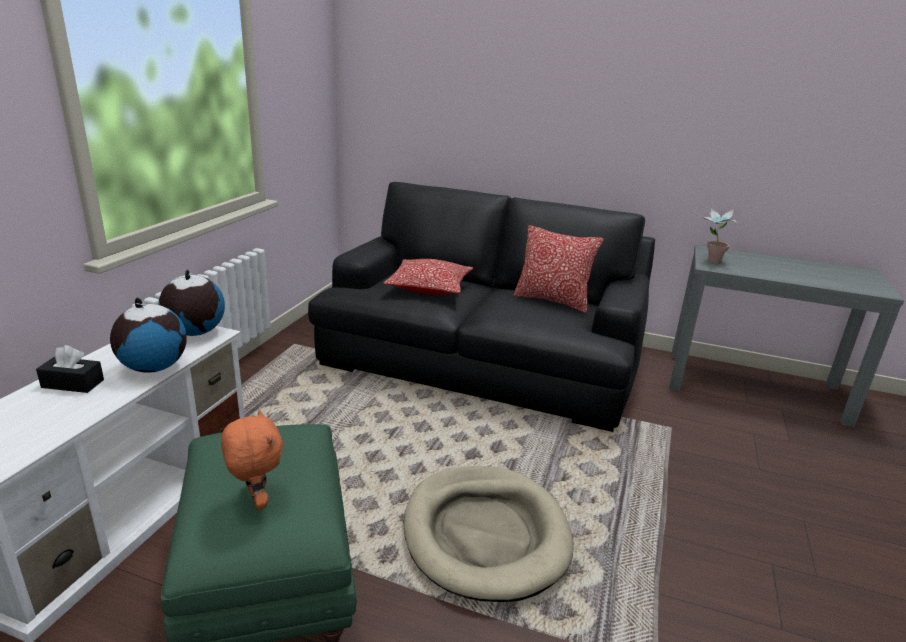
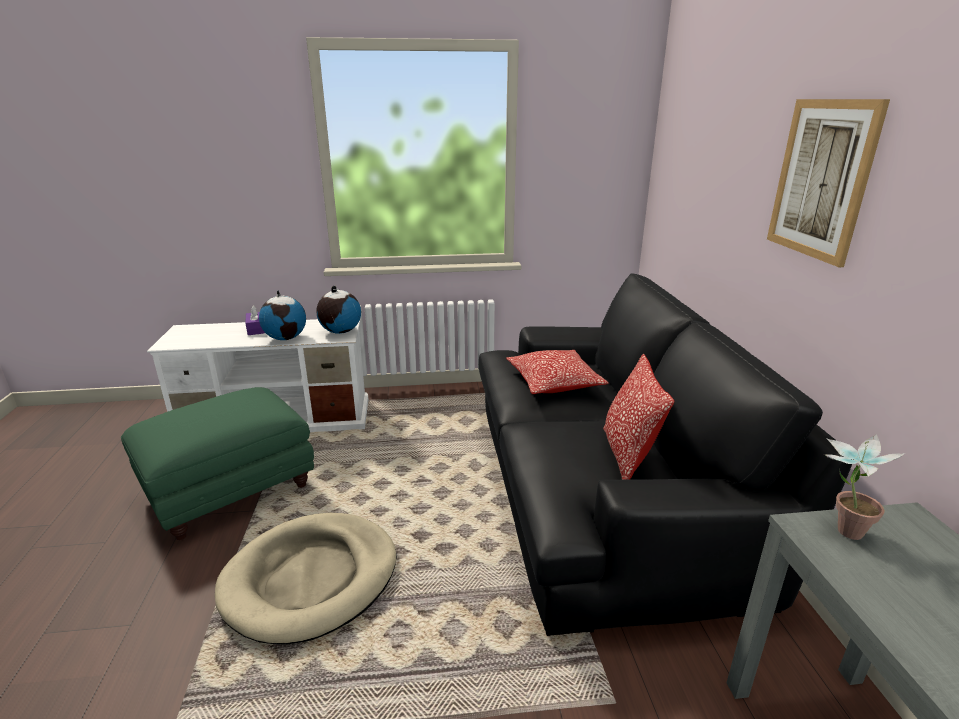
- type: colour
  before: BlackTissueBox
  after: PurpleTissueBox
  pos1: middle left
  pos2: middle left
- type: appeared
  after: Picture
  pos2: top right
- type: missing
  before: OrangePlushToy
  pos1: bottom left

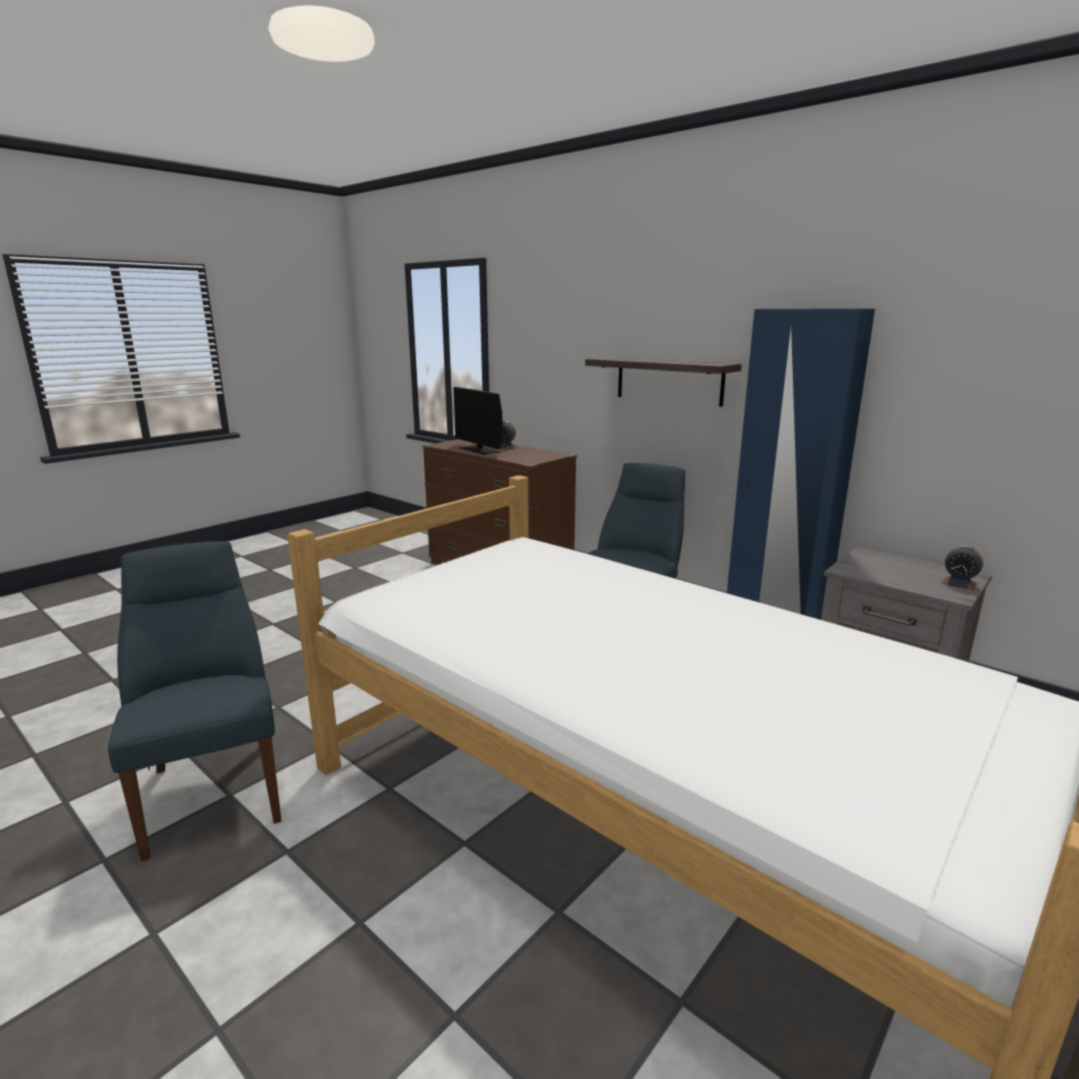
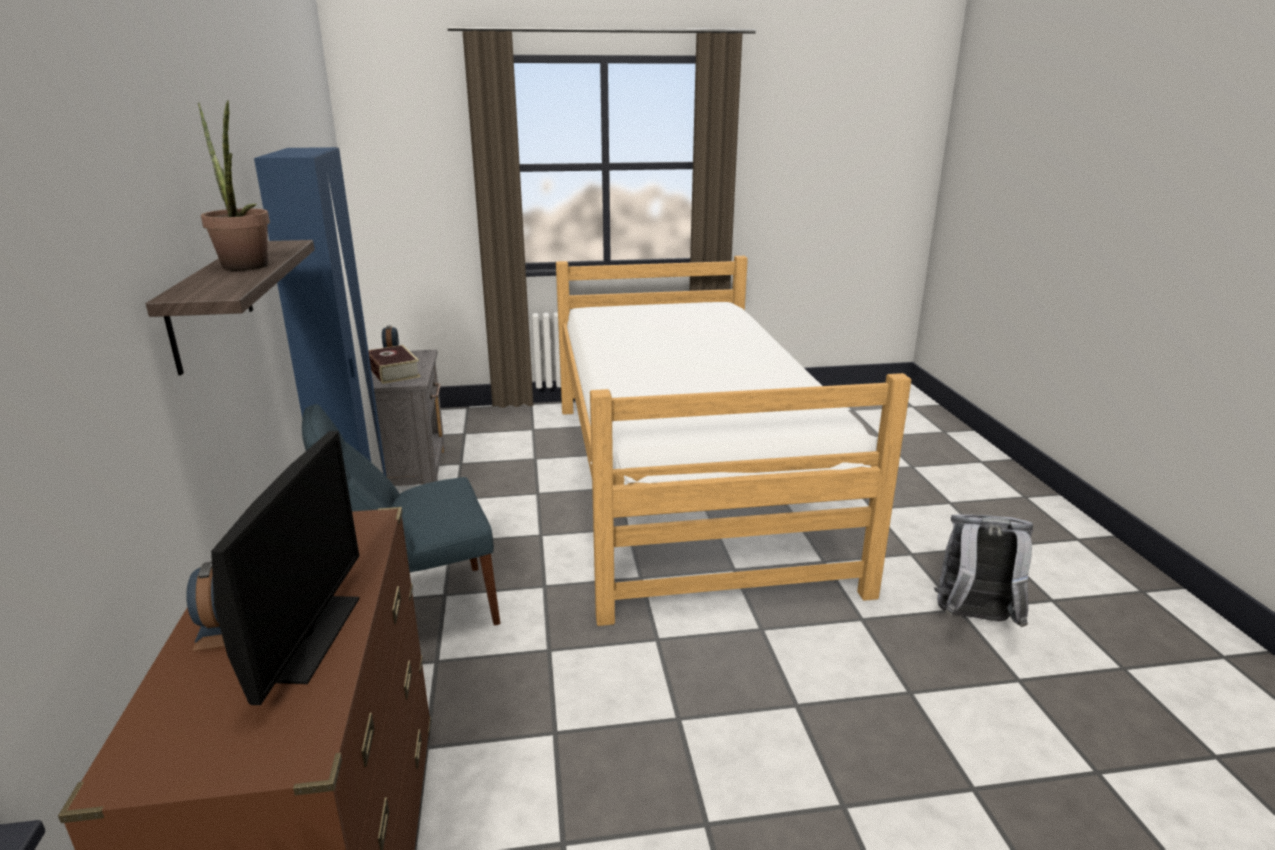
- type: appeared
  after: PottedPlant
  pos2: top left
- type: appeared
  after: Book
  pos2: middle left
- type: exchanged
  before: BlueChair (no. 1 from left)
  after: GreyBackpack
  pos1: middle left
  pos2: bottom right

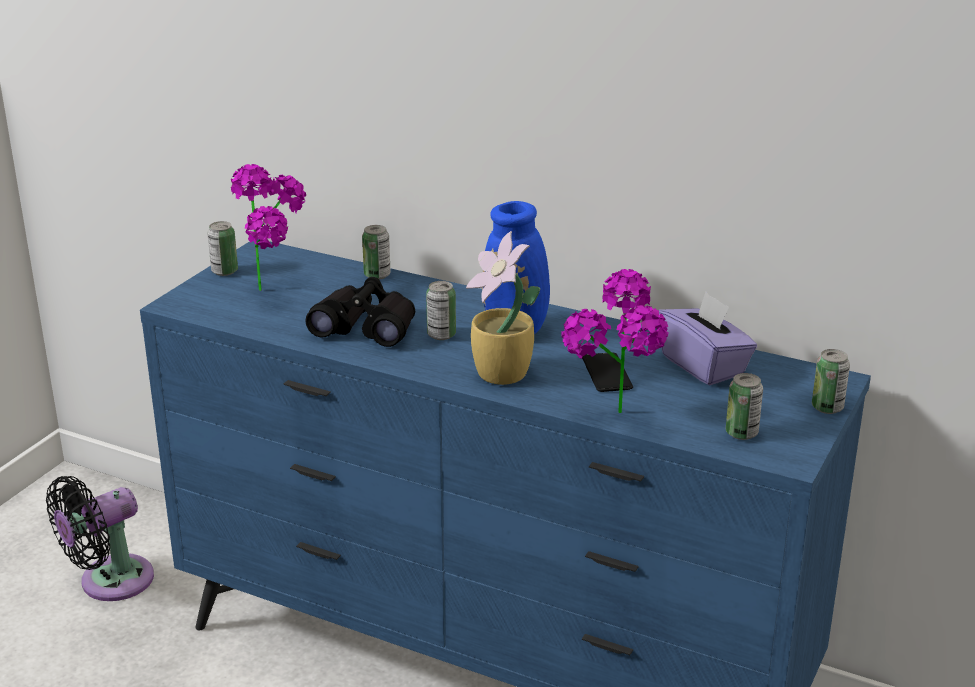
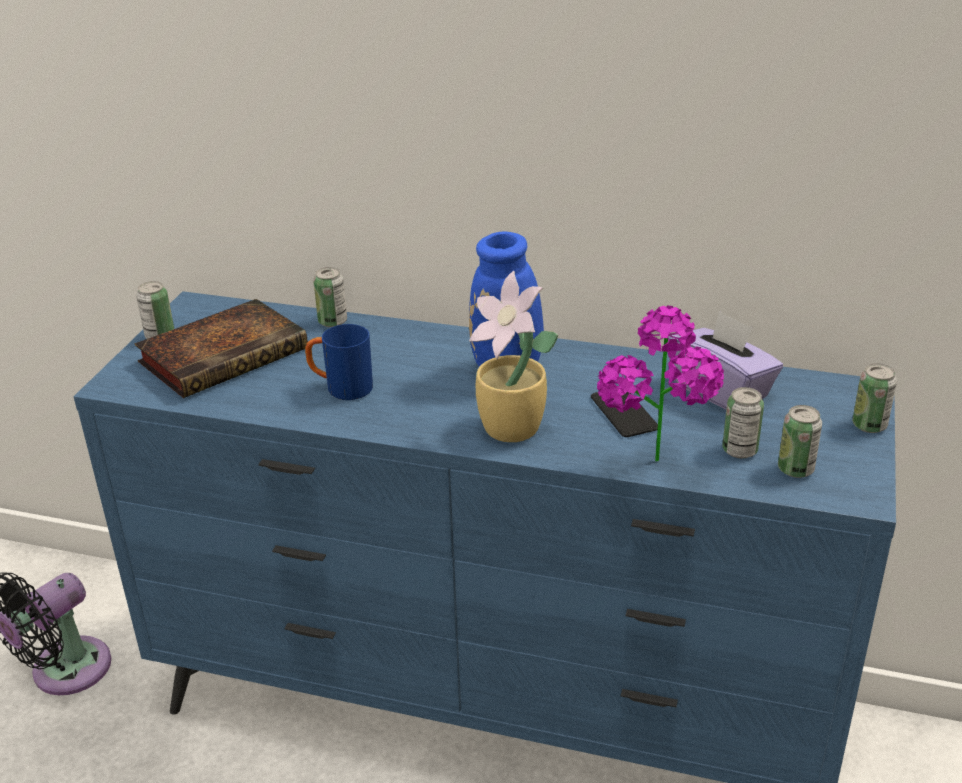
- type: exchanged
  before: PottedPlant (no. 1 from left)
  after: Book
  pos1: top left
  pos2: middle left
- type: exchanged
  before: BlackBinoculars
  after: BlueMug
  pos1: centre
  pos2: centre
- type: relocated
  before: Can (no. 3 from left)
  pos1: centre
  pos2: middle right

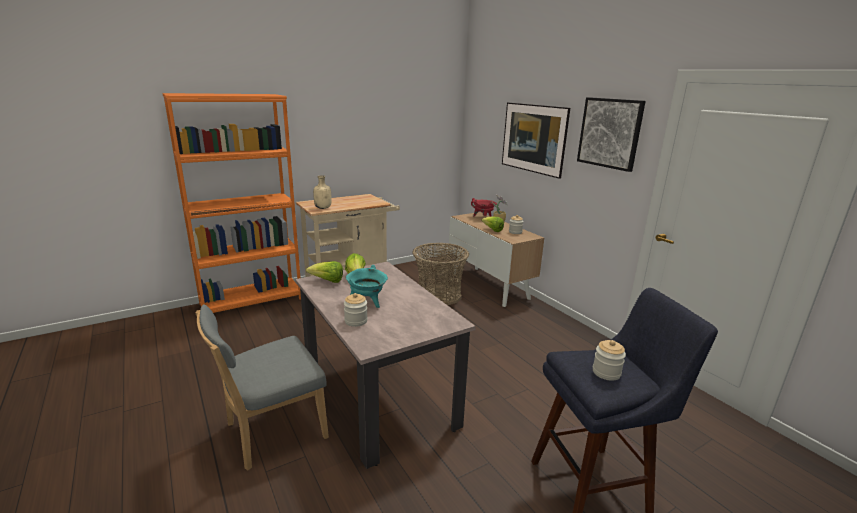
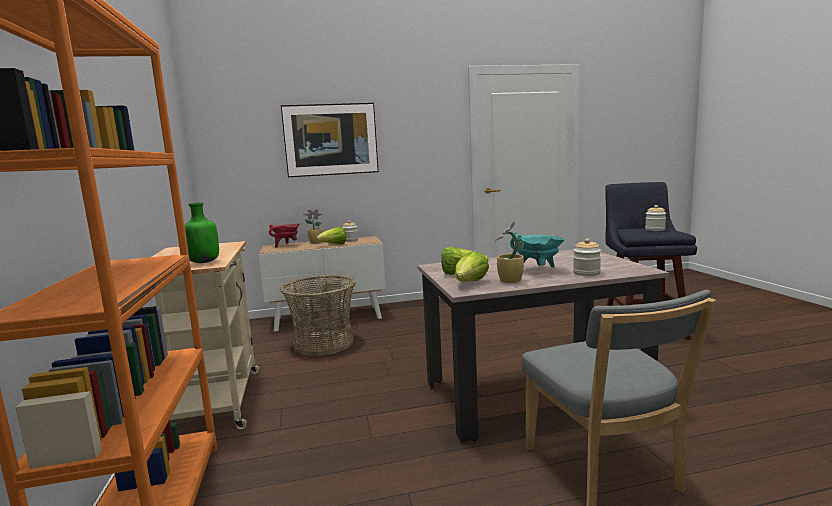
- type: colour
  before: BeigeBottle
  after: GreenBottle
  pos1: centre
  pos2: middle left
- type: appeared
  after: PottedPlant (no. 2 from left)
  pos2: centre
- type: missing
  before: Picture (no. 2 from left)
  pos1: top right

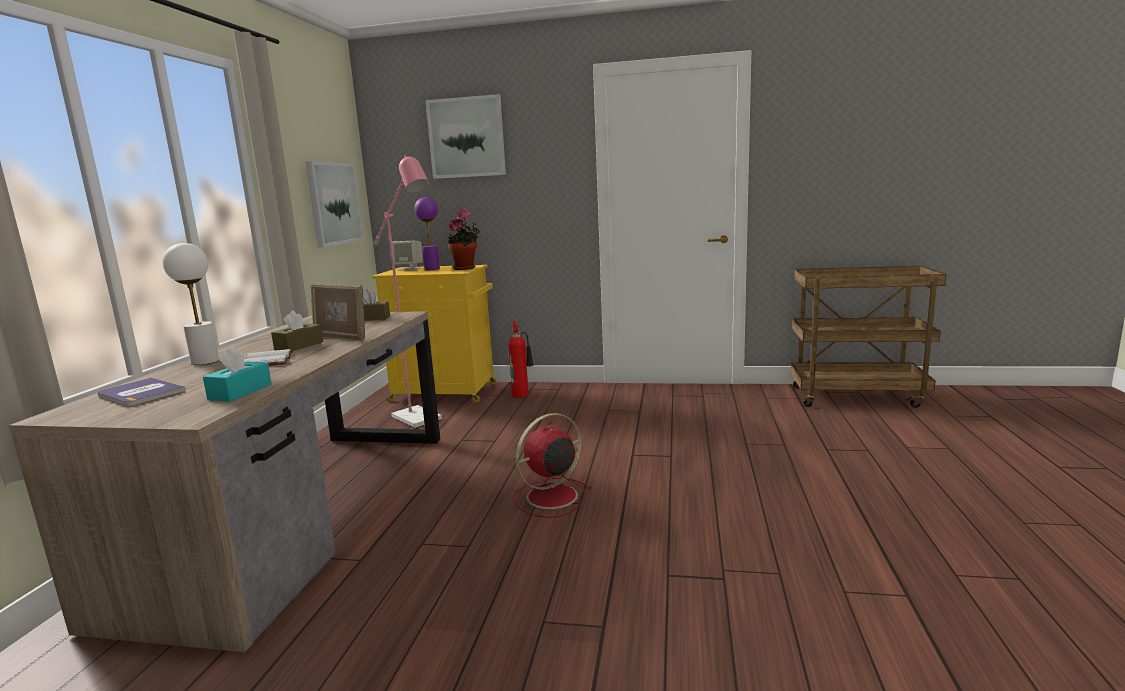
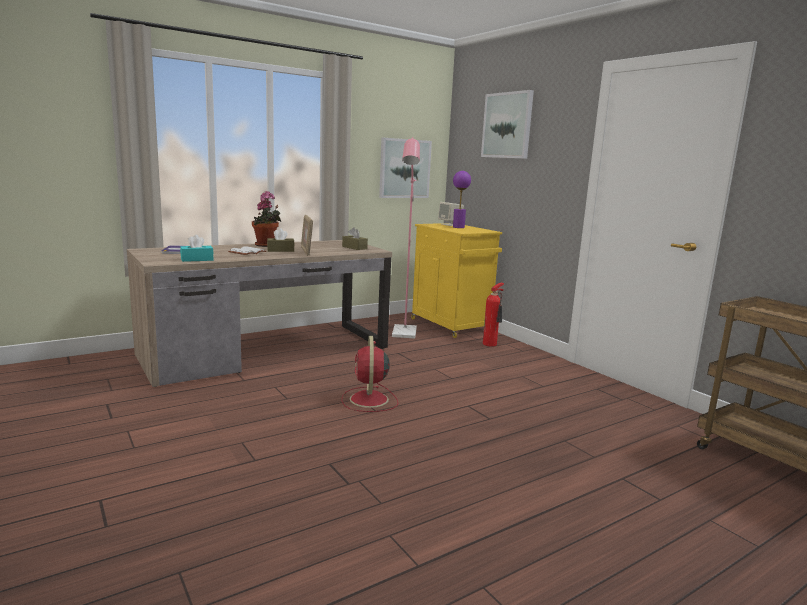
- type: relocated
  before: PottedPlant
  pos1: centre
  pos2: middle left
- type: spun
  before: RedFan
  pos1: bottom centre
  pos2: centre
  turn: -105
- type: missing
  before: WhiteTableLamp
  pos1: middle left

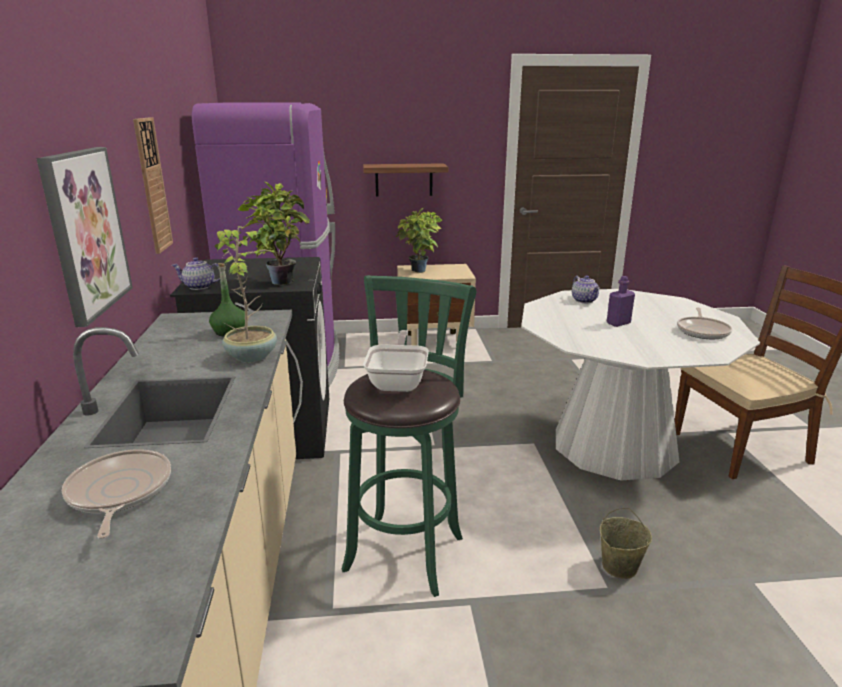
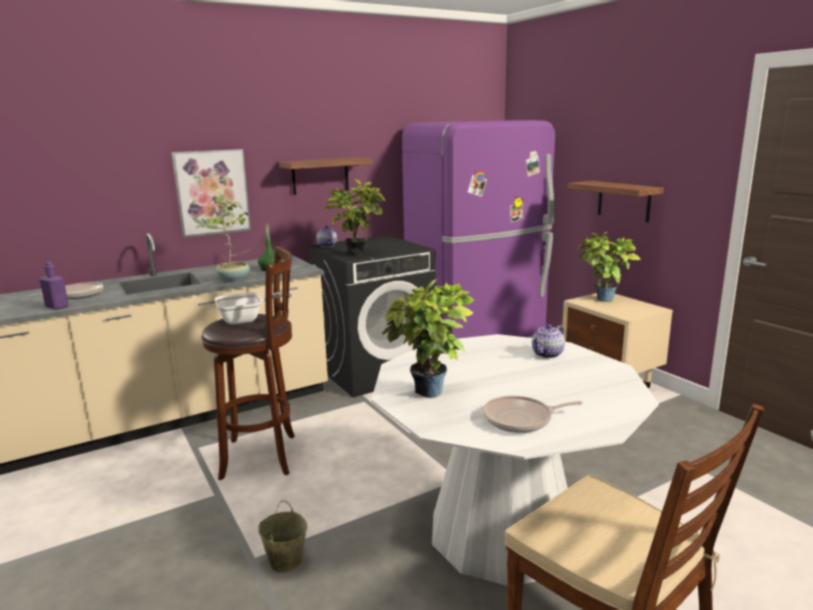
- type: relocated
  before: PurpleBottle
  pos1: middle right
  pos2: middle left
- type: colour
  before: GreenStool
  after: BrownStool
  pos1: centre
  pos2: middle left
- type: exchanged
  before: WallClock
  after: Shelf (no. 1 from left)
  pos1: top left
  pos2: top centre
- type: appeared
  after: PottedPlant (no. 3 from left)
  pos2: centre

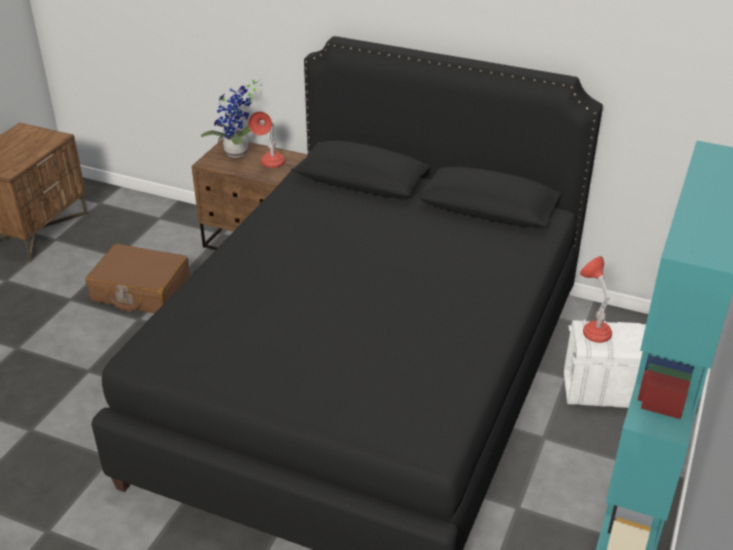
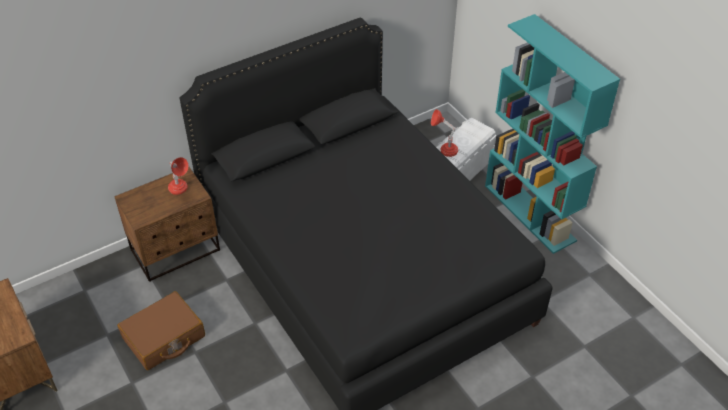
- type: missing
  before: PottedPlant
  pos1: top left

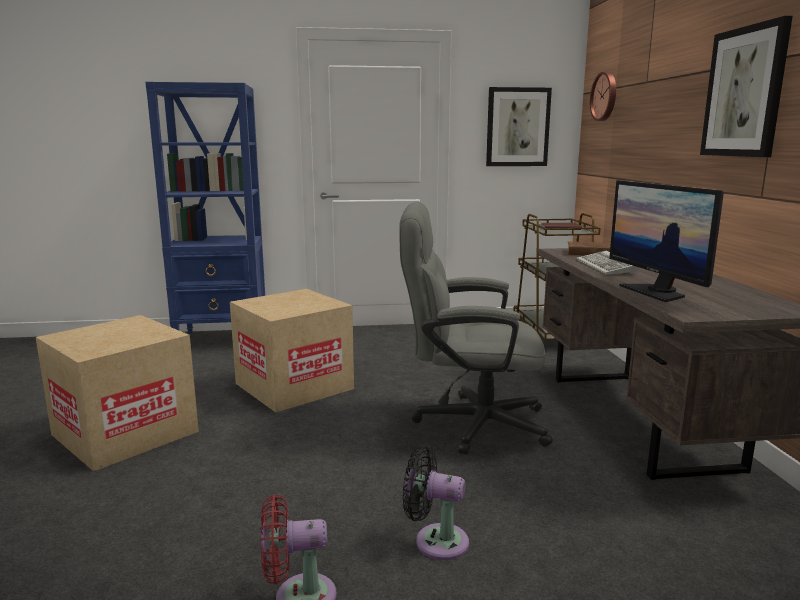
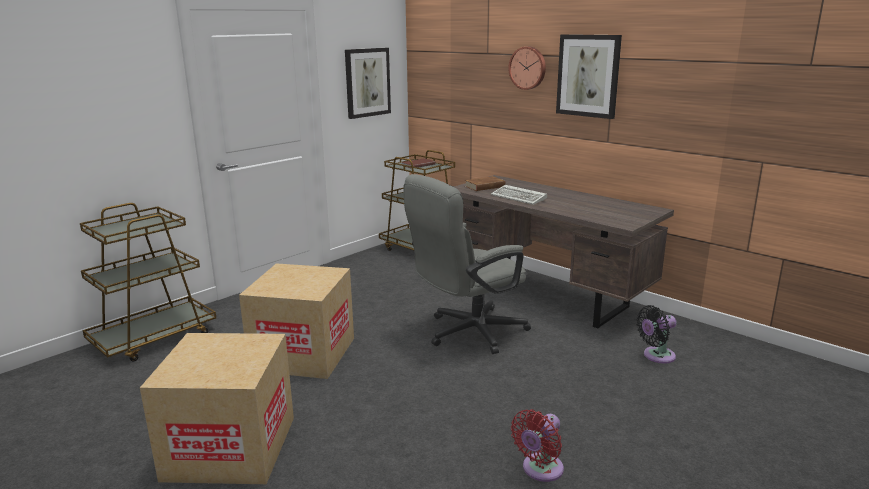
- type: exchanged
  before: BlueBookcase
  after: BrownCart (no. 1 from left)
  pos1: middle left
  pos2: middle left
- type: relocated
  before: WallClock
  pos1: top right
  pos2: top centre
- type: relocated
  before: BlackFan
  pos1: bottom centre
  pos2: bottom right
- type: missing
  before: Monitor
  pos1: middle right

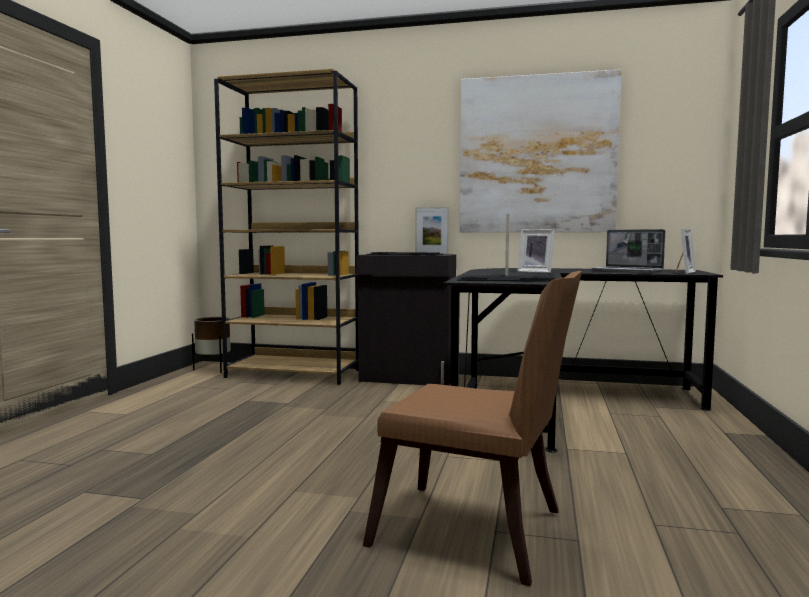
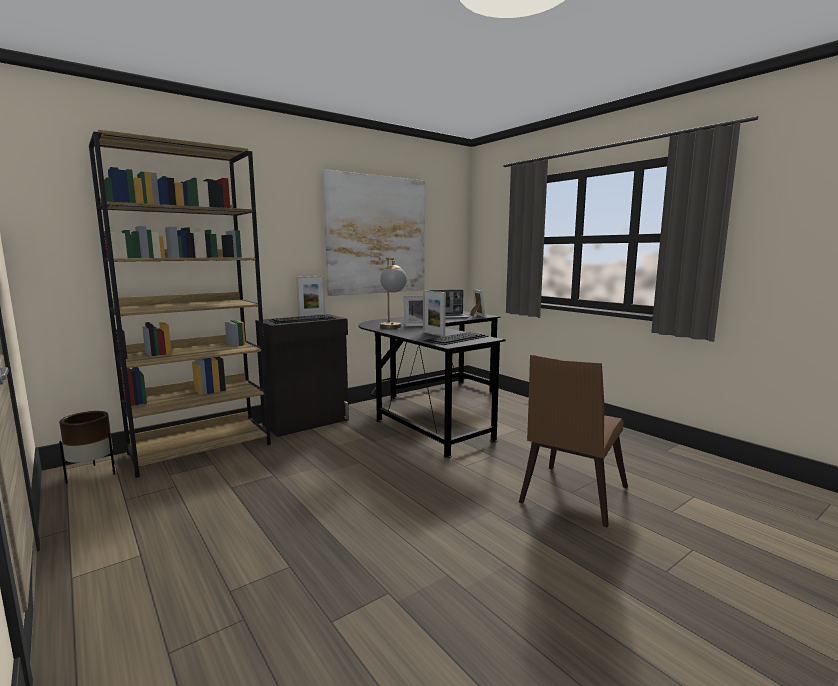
- type: appeared
  after: TableLamp
  pos2: centre
- type: spun
  before: BrownChair
  pos1: bottom centre
  pos2: middle right
  turn: 150

